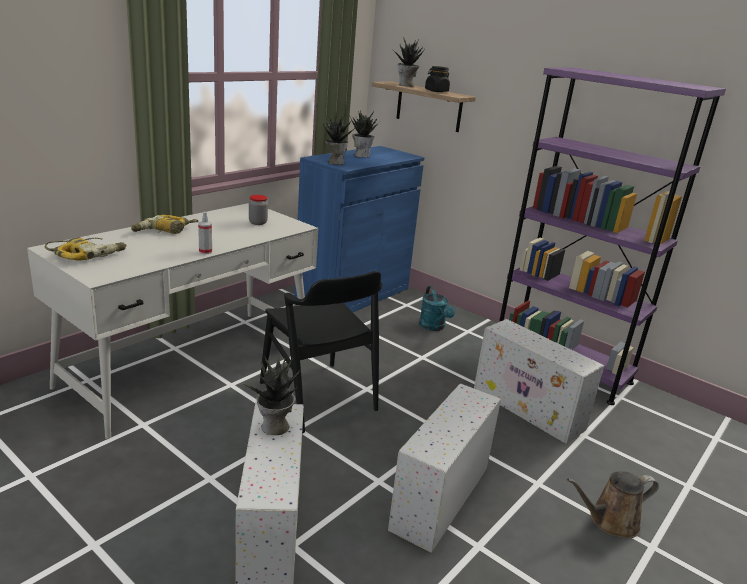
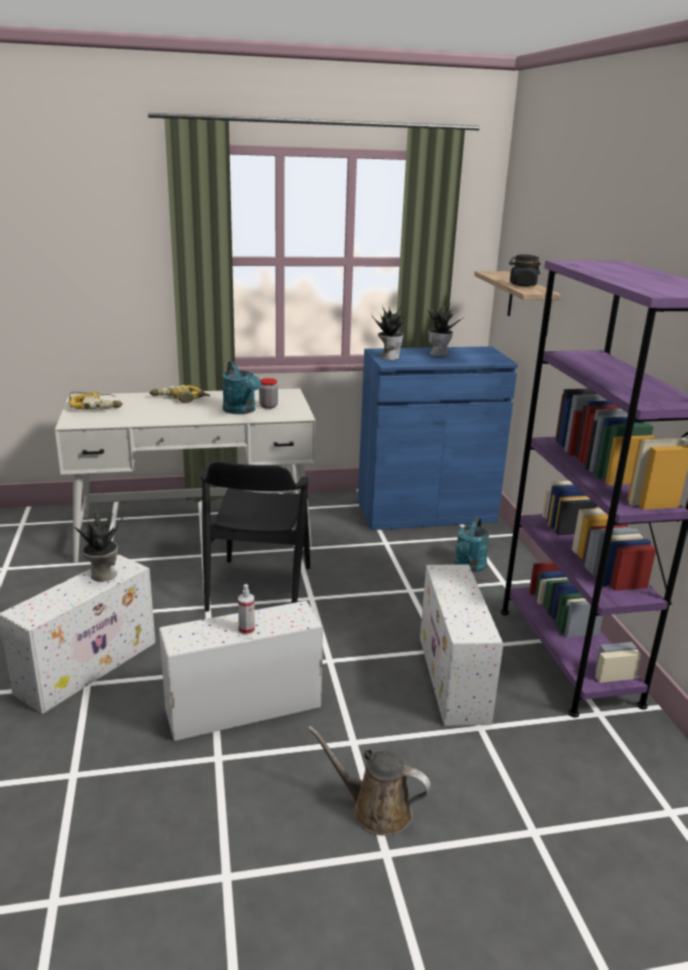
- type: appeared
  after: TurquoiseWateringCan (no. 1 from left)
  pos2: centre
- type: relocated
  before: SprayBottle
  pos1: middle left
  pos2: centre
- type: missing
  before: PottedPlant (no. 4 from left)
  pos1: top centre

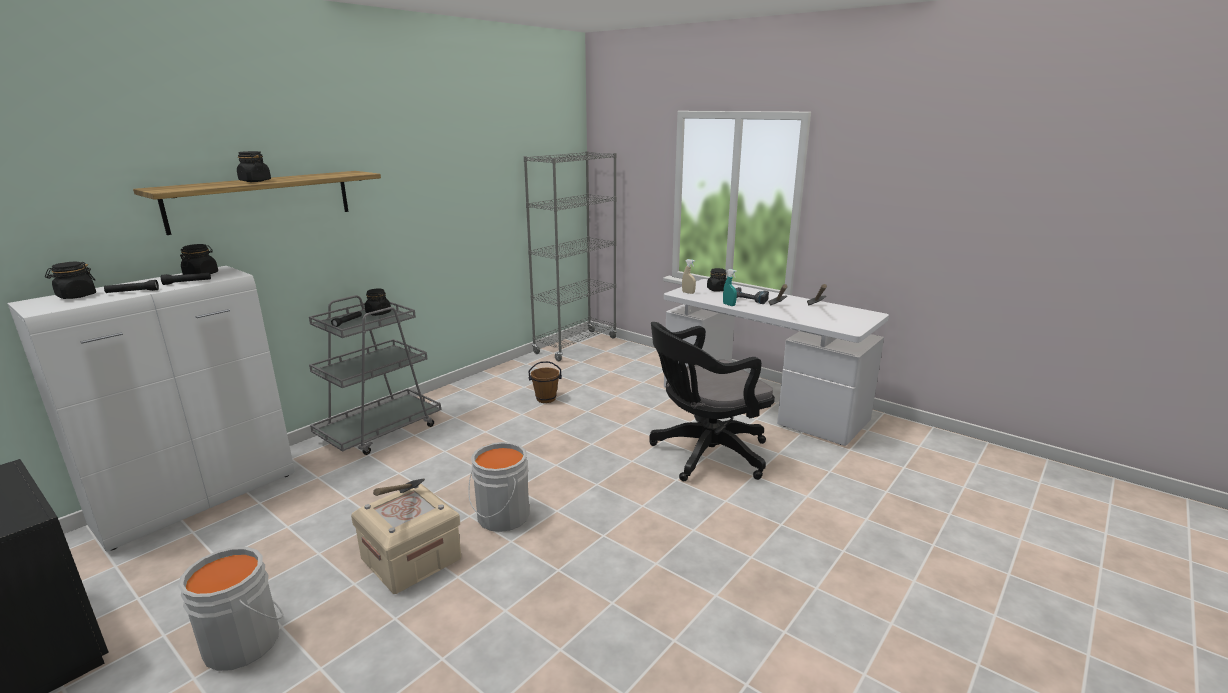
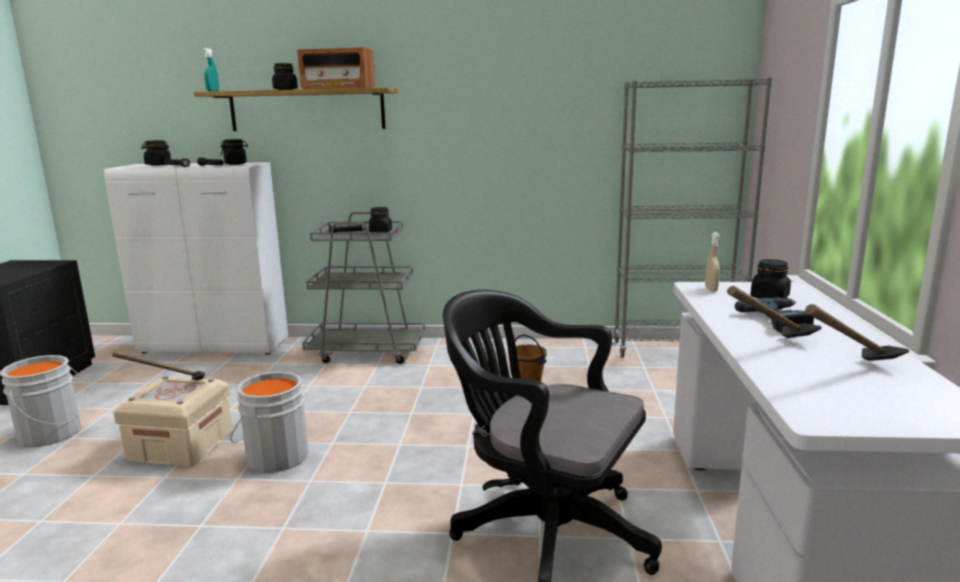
- type: relocated
  before: TurquoiseSprayBottle
  pos1: centre
  pos2: top left
- type: appeared
  after: Radio
  pos2: top centre

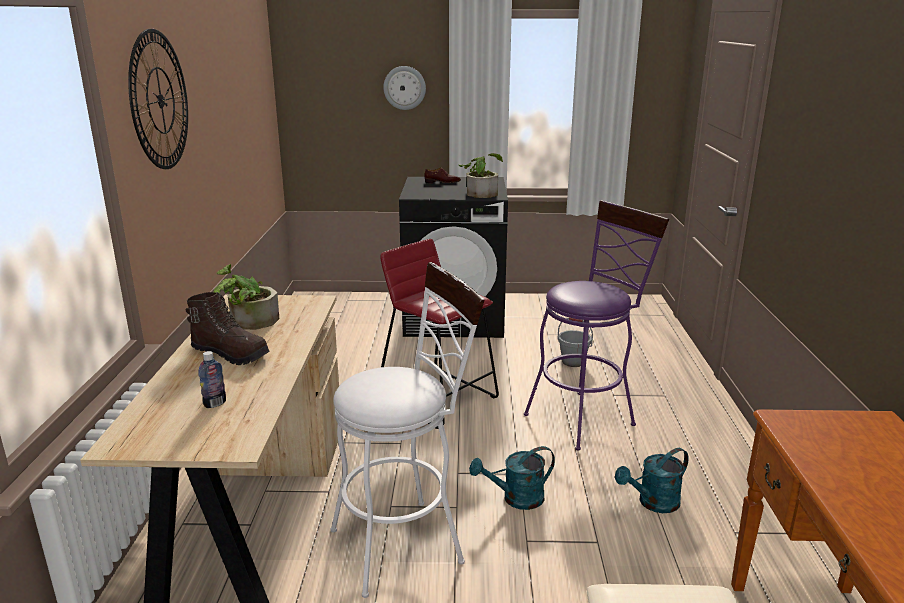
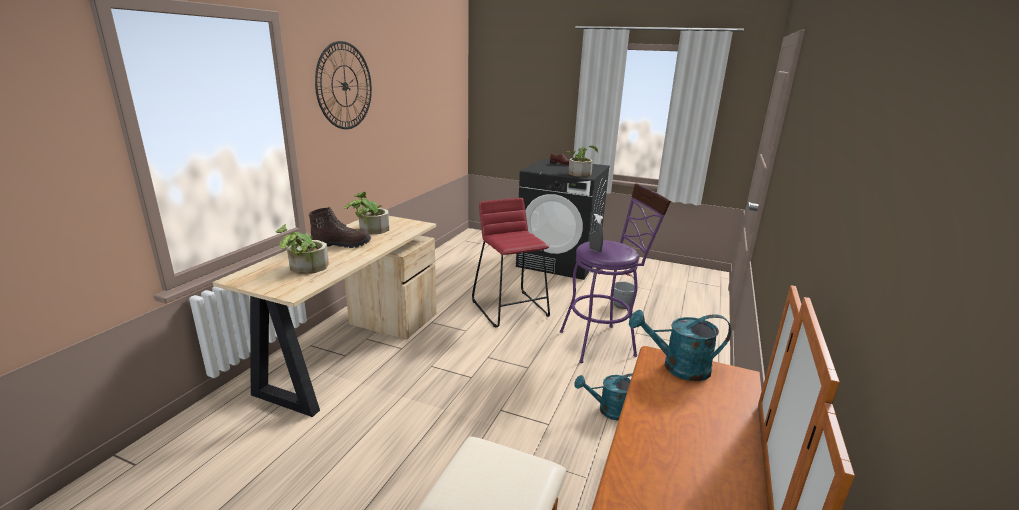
- type: exchanged
  before: Bottle
  after: PottedPlant (no. 1 from left)
  pos1: middle left
  pos2: middle left
- type: spun
  before: BrownBoot
  pos1: middle left
  pos2: centre
  turn: -60
- type: appeared
  after: GreySprayBottle
  pos2: centre
- type: relocated
  before: TurquoiseWateringCan (no. 1 from left in the first image)
  after: TurquoiseWateringCan (no. 2 from left)
  pos1: bottom centre
  pos2: bottom right
- type: missing
  before: WhiteStool
  pos1: bottom centre
- type: missing
  before: WallClock (no. 2 from left)
  pos1: top centre

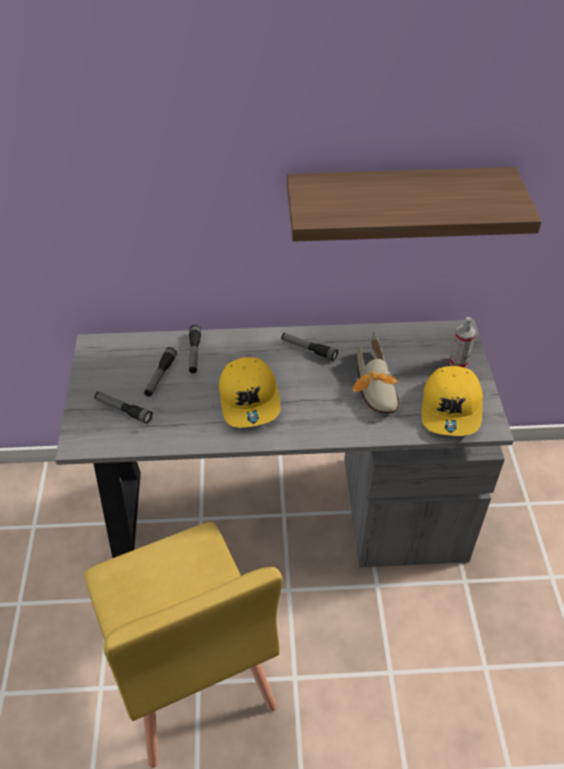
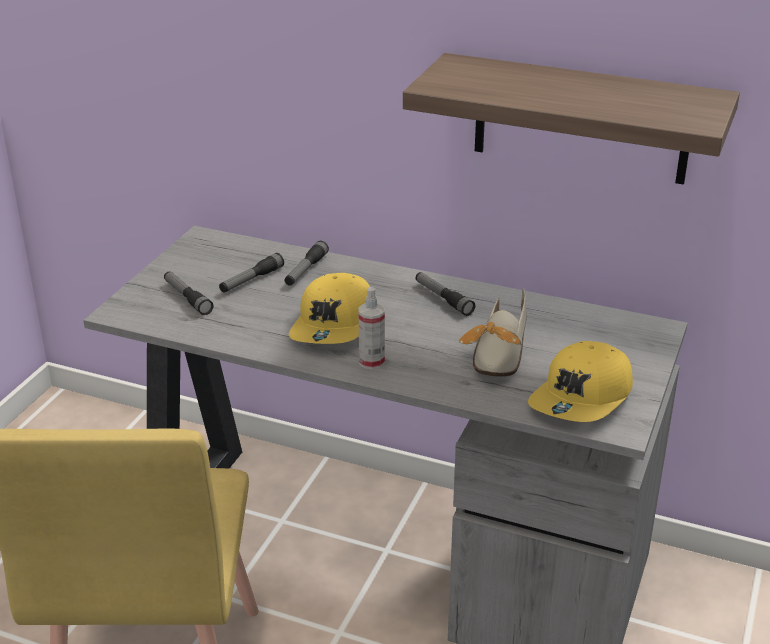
- type: relocated
  before: SprayBottle
  pos1: middle right
  pos2: centre

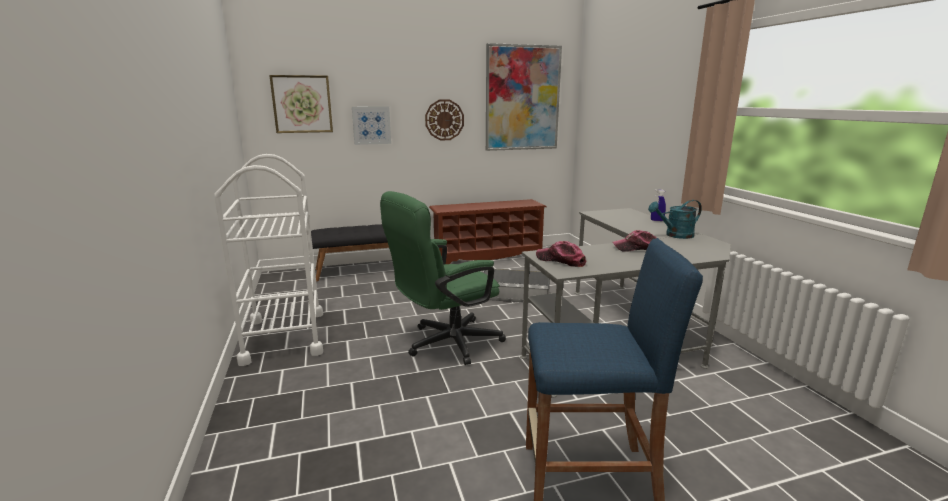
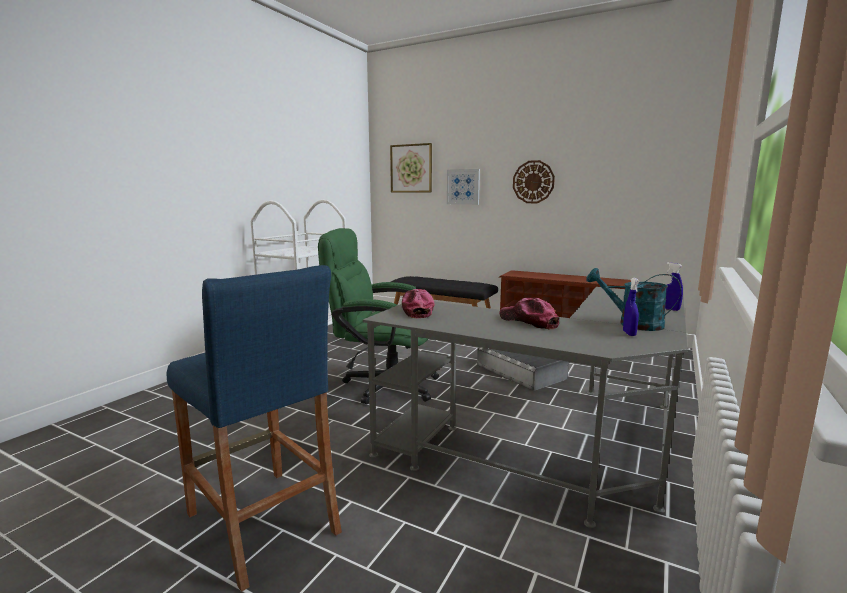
- type: appeared
  after: BlueSprayBottle (no. 1 from left)
  pos2: middle right
- type: missing
  before: Picture (no. 3 from left)
  pos1: top centre

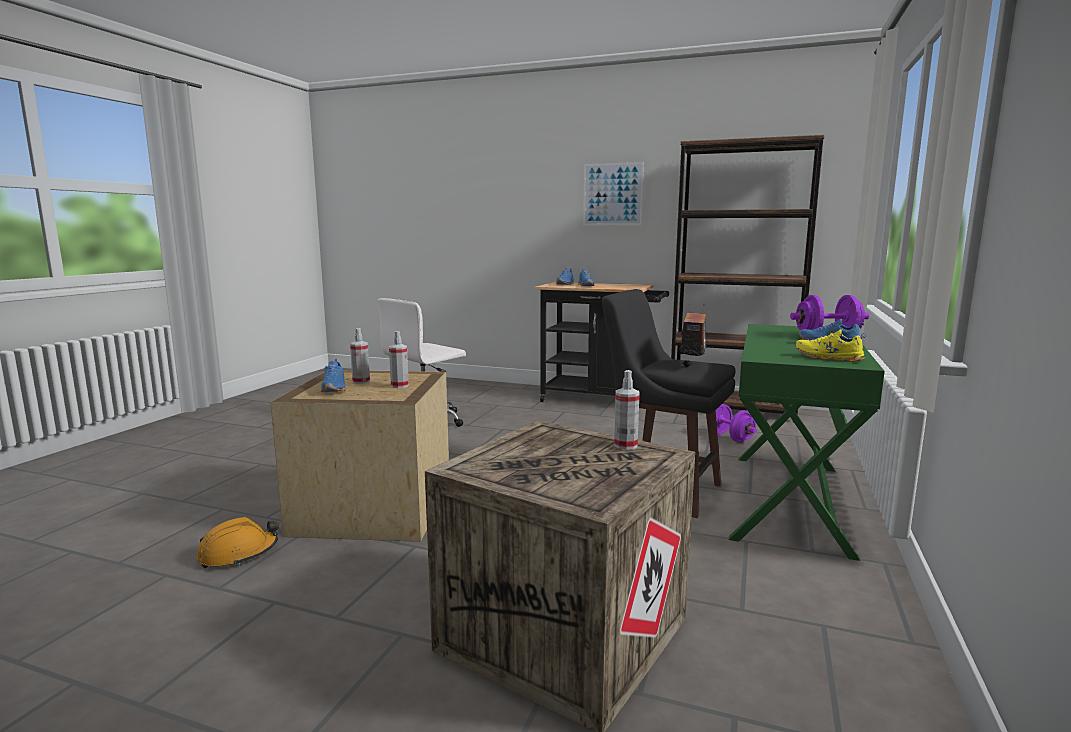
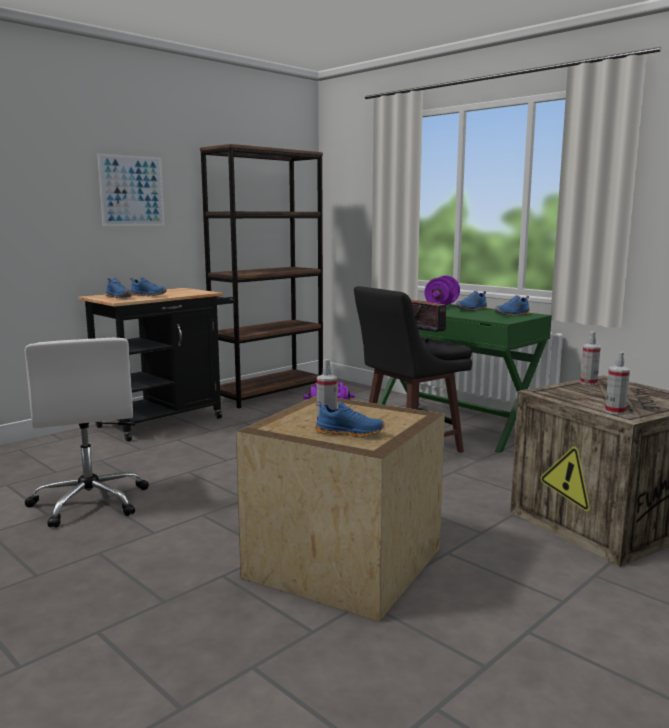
- type: colour
  before: YellowShoe
  after: BlueShoe (no. 5 from left)
  pos1: middle right
  pos2: middle right
- type: relocated
  before: SprayBottle (no. 2 from left in the first image)
  after: SprayBottle (no. 3 from left)
  pos1: centre
  pos2: middle right
- type: missing
  before: OrangeHardHat
  pos1: bottom left

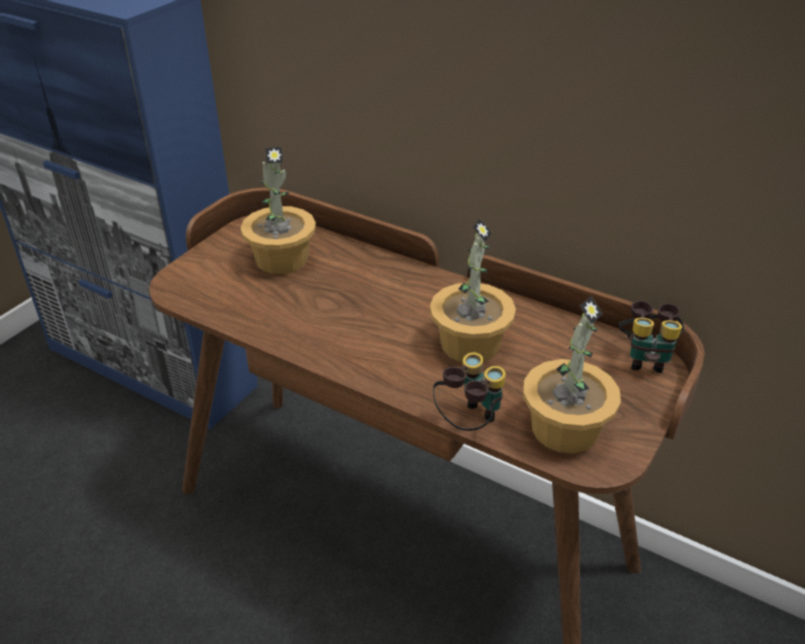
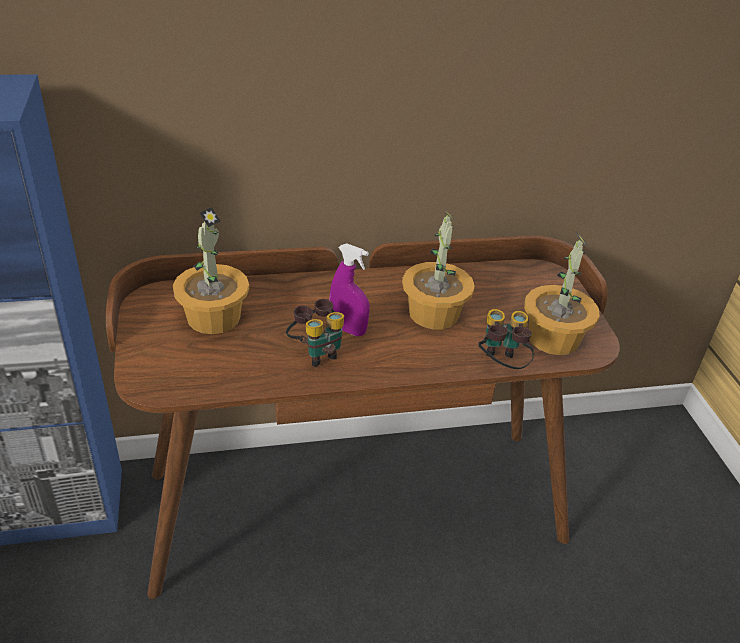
- type: relocated
  before: Binoculars (no. 2 from left in the first image)
  after: Binoculars (no. 1 from left)
  pos1: middle right
  pos2: centre
- type: appeared
  after: PurpleSprayBottle
  pos2: centre

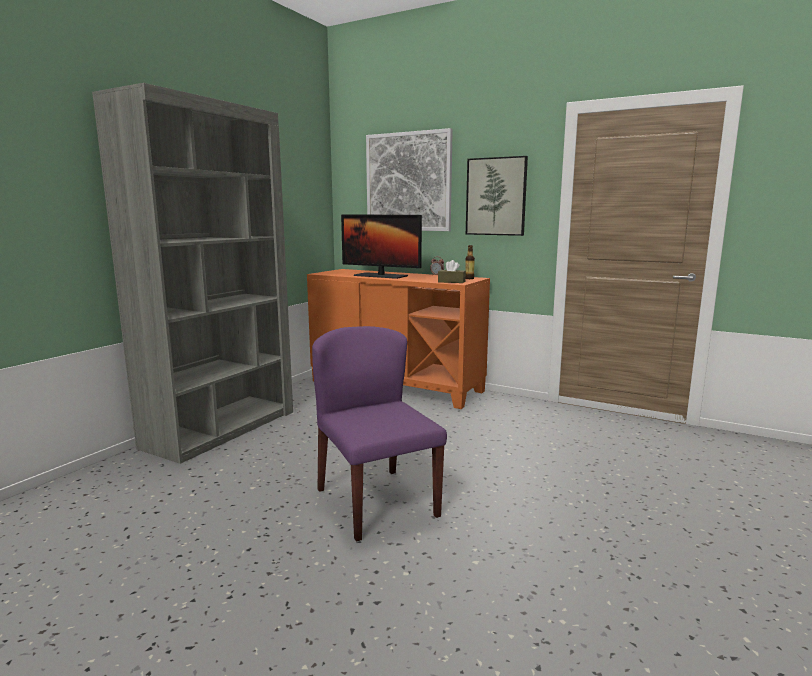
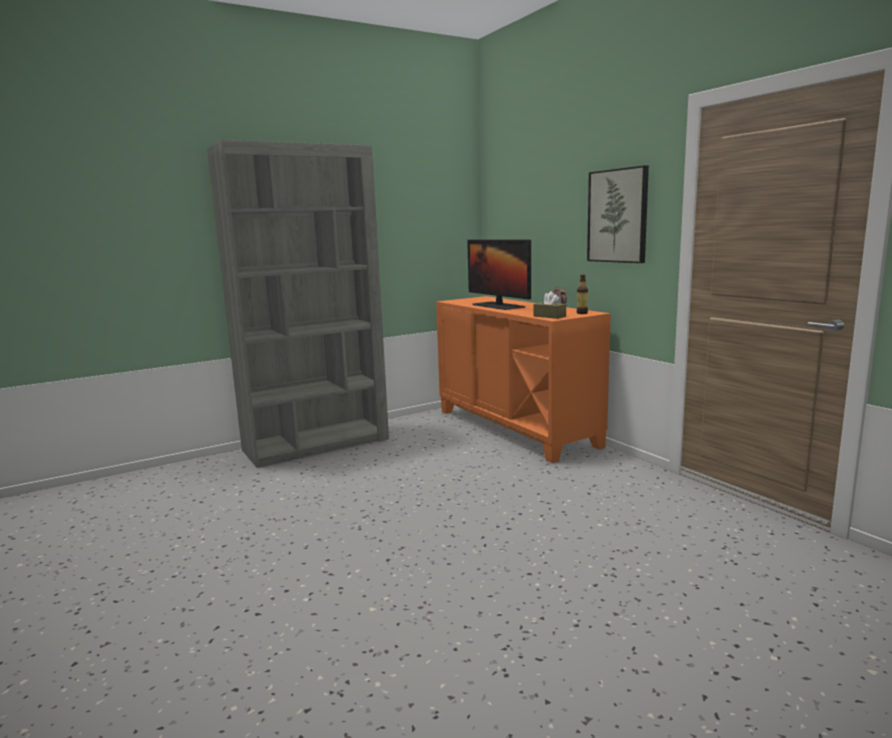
- type: missing
  before: PurpleChair
  pos1: centre
- type: missing
  before: Picture (no. 1 from left)
  pos1: top centre

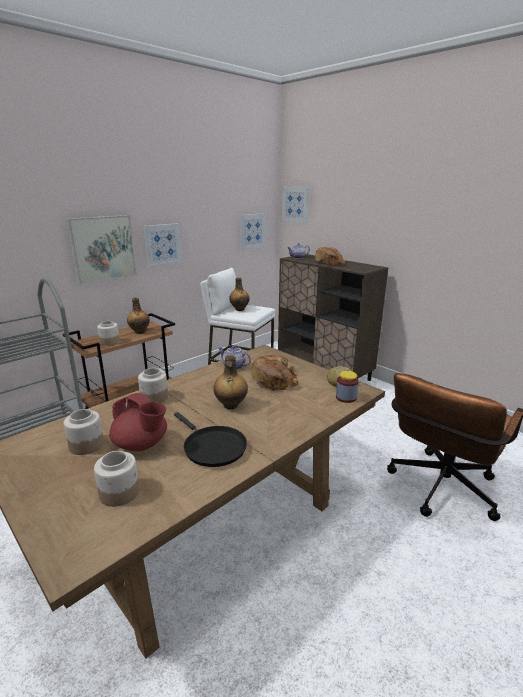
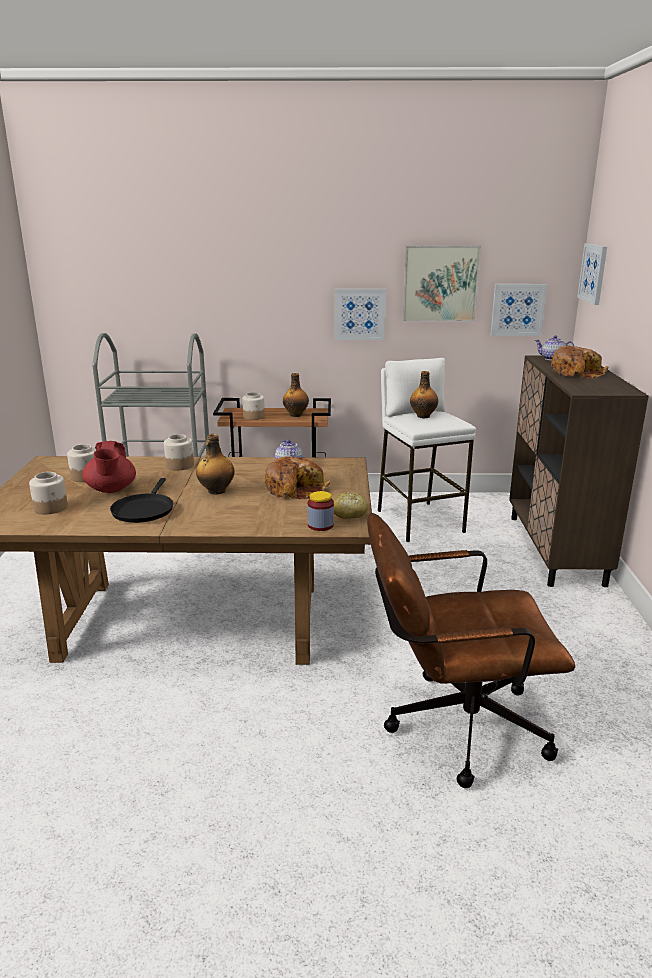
- type: relocated
  before: Picture (no. 1 from left in the first image)
  after: Picture (no. 2 from left)
  pos1: middle left
  pos2: top right

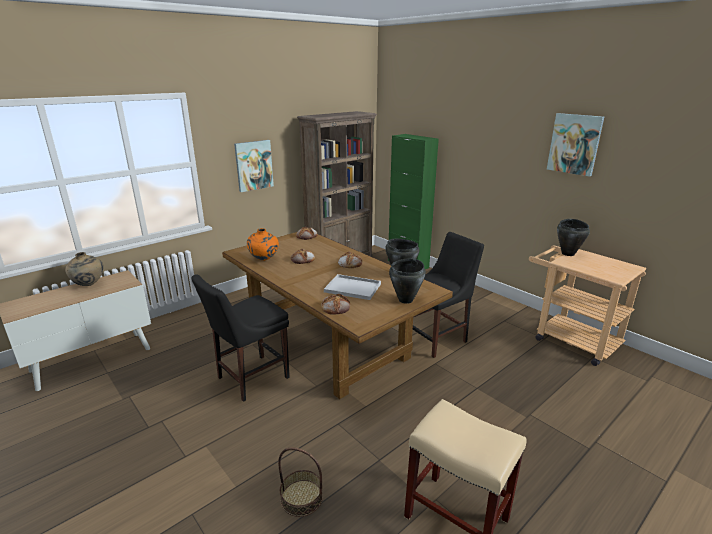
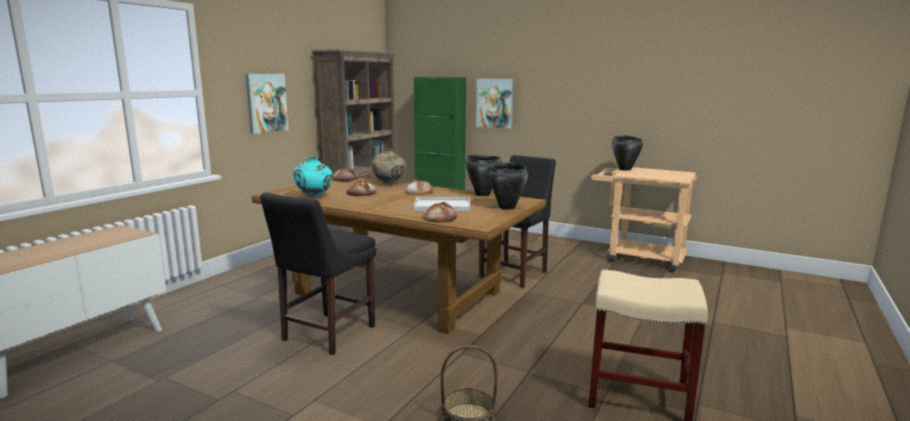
- type: colour
  before: OrangeVase
  after: TurquoiseVase
  pos1: centre
  pos2: centre
- type: relocated
  before: BeigeVase
  pos1: middle left
  pos2: centre
- type: relocated
  before: Picture (no. 2 from left)
  pos1: top right
  pos2: top centre

